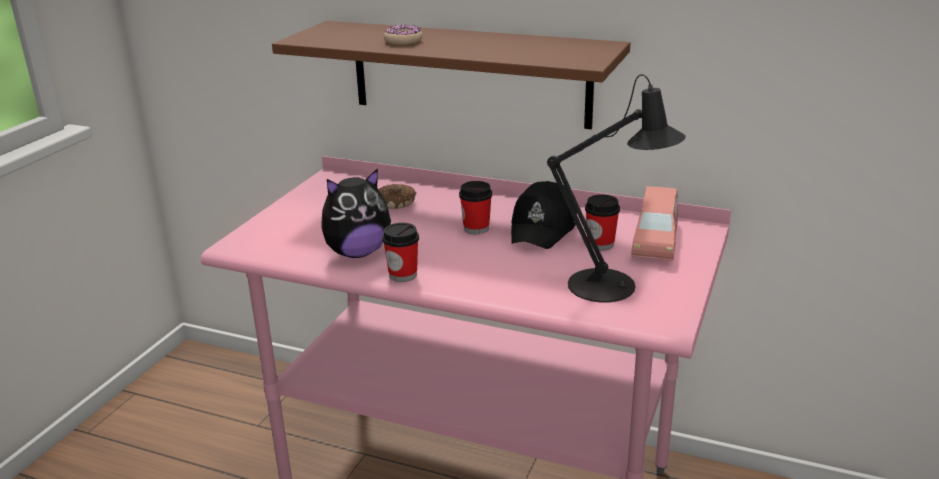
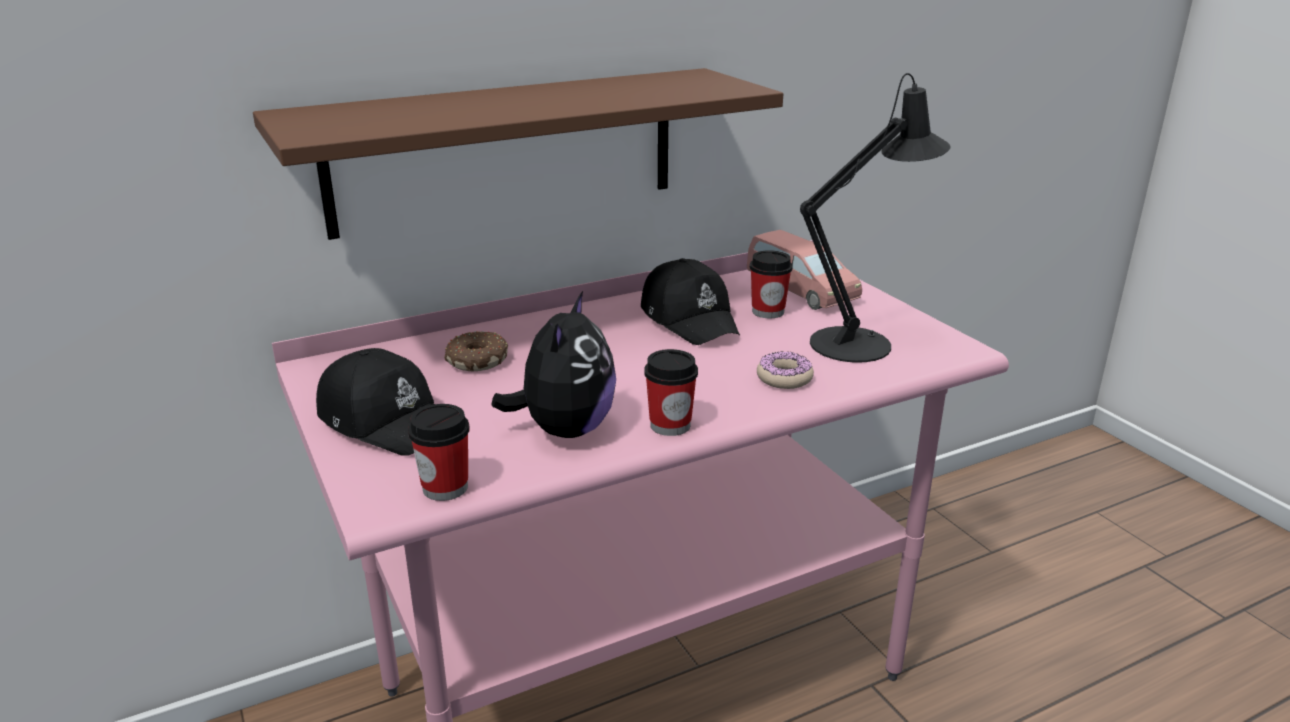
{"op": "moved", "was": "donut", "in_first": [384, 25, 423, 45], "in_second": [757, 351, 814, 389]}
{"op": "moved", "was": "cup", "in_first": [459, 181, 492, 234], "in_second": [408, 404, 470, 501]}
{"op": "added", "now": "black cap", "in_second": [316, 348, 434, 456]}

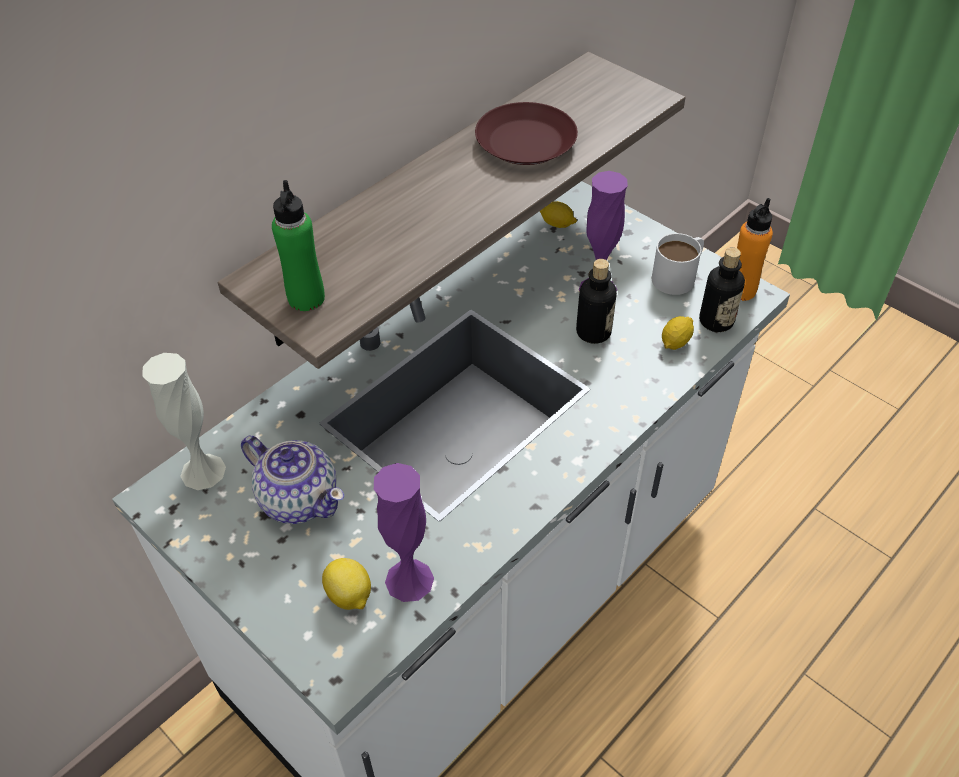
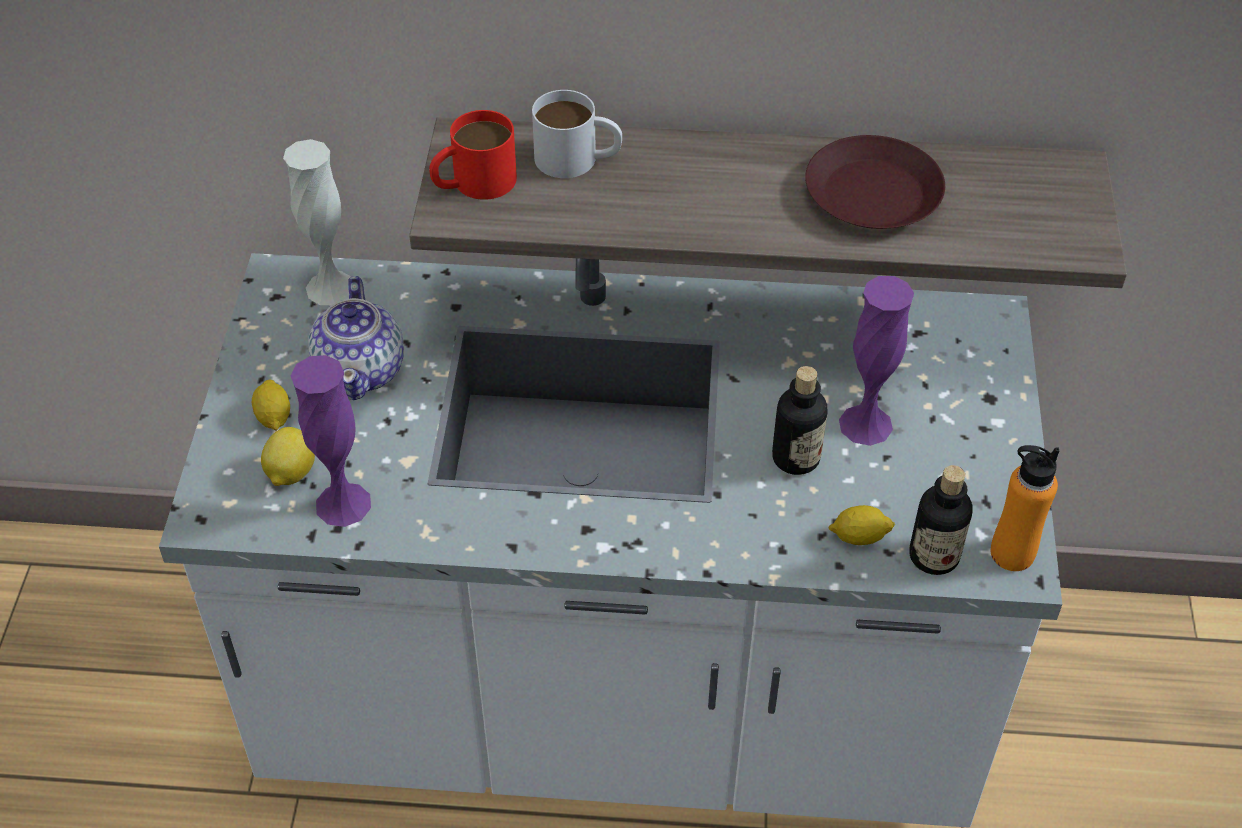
{"op": "replaced", "was": "green bottle", "now": "red mug", "in_first": [272, 180, 325, 311], "in_second": [429, 110, 517, 200]}
{"op": "moved", "was": "lemon", "in_first": [540, 201, 577, 228], "in_second": [252, 380, 290, 431]}
{"op": "moved", "was": "white mug", "in_first": [652, 233, 704, 295], "in_second": [532, 90, 622, 178]}

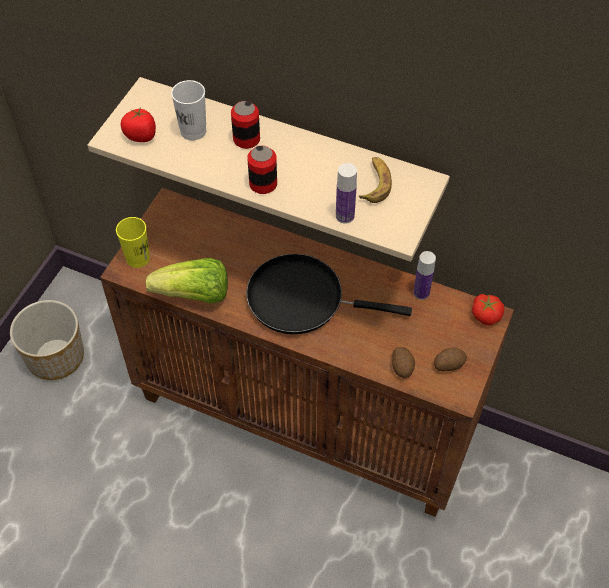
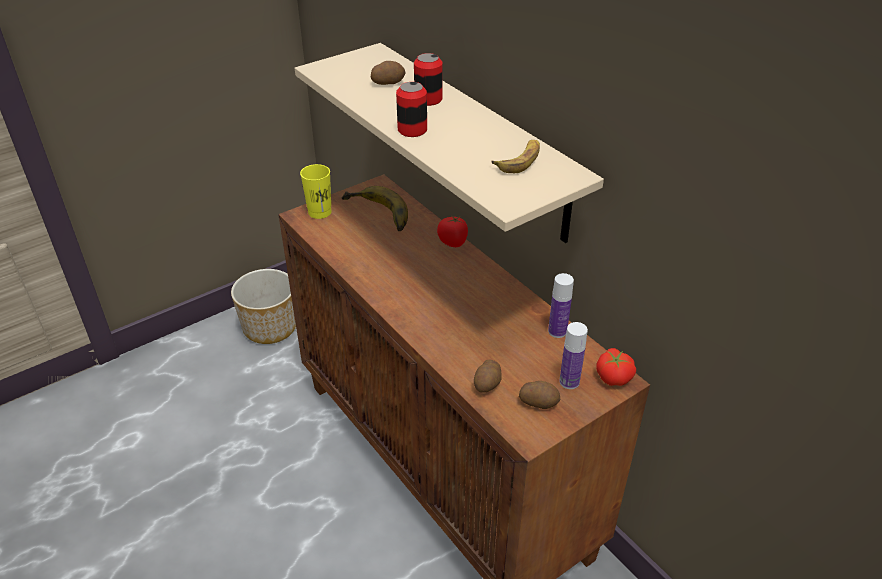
{"op": "replaced", "was": "white cup", "now": "potato", "in_first": [171, 80, 206, 141], "in_second": [371, 61, 405, 85]}
{"op": "moved", "was": "tomato", "in_first": [121, 106, 156, 142], "in_second": [437, 215, 468, 247]}
{"op": "moved", "was": "bottle", "in_first": [336, 163, 357, 224], "in_second": [559, 322, 588, 389]}
{"op": "removed", "was": "black frying pan", "in_first": [246, 254, 412, 334]}
{"op": "removed", "was": "lettuce", "in_first": [146, 258, 228, 304]}
{"op": "added", "now": "banana", "in_second": [342, 186, 408, 231]}

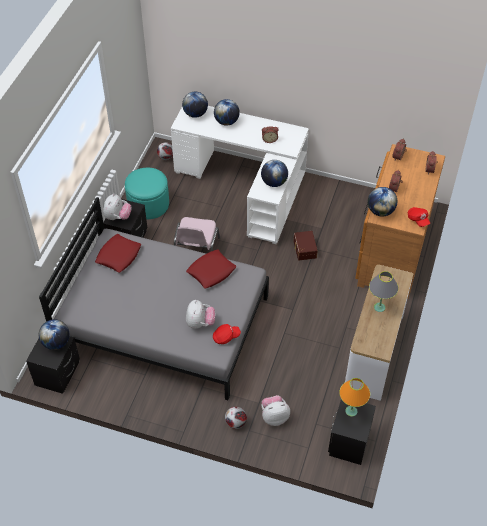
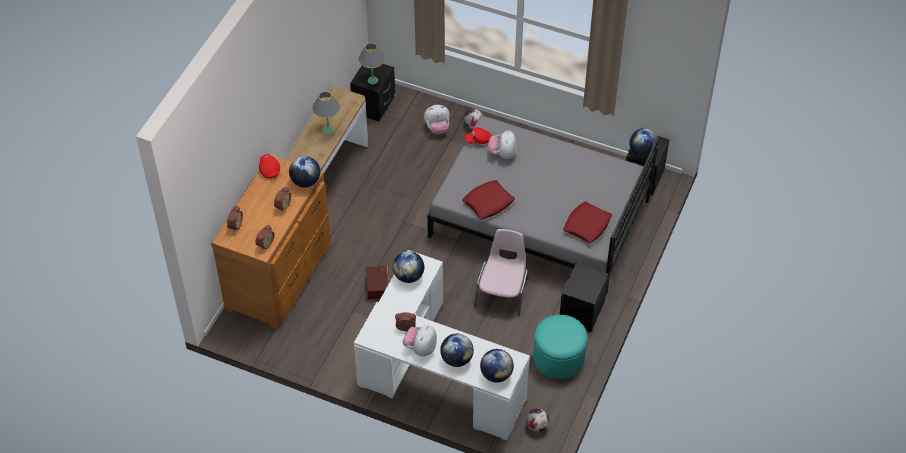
{"op": "moved", "was": "plush toy", "in_first": [103, 194, 132, 220], "in_second": [402, 325, 437, 356]}
{"op": "recoloured", "was": "orange table lamp", "now": "grey table lamp", "in_first": [339, 378, 370, 417], "in_second": [358, 43, 385, 84]}

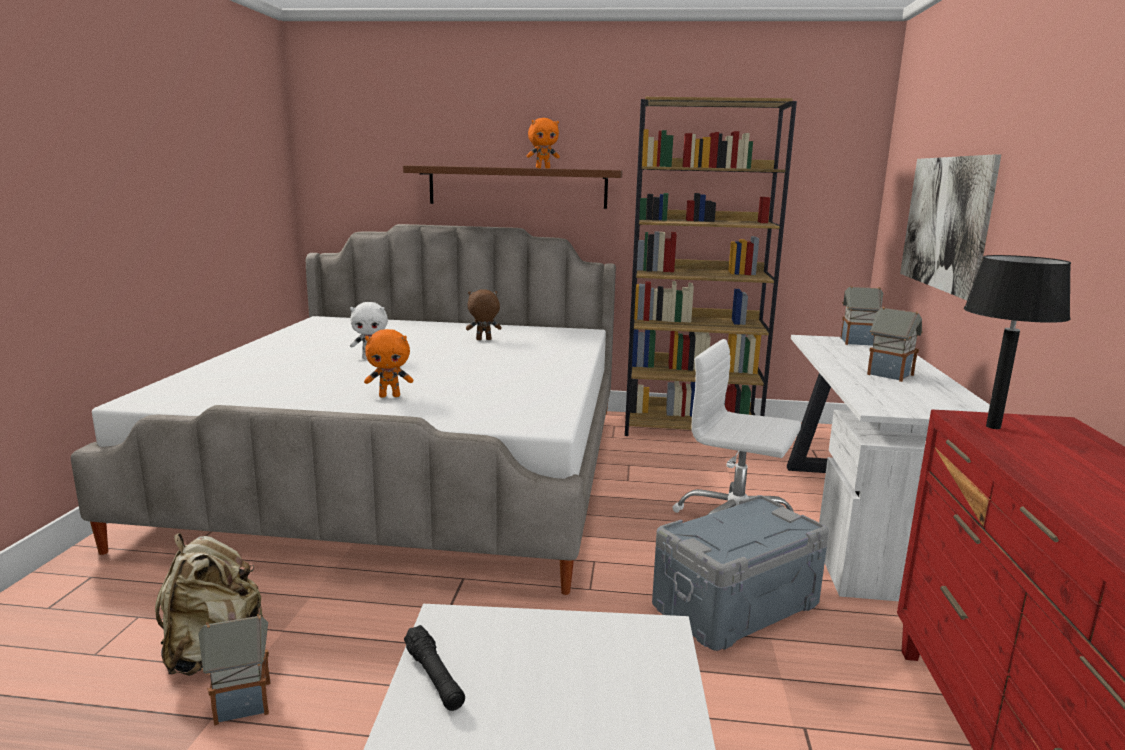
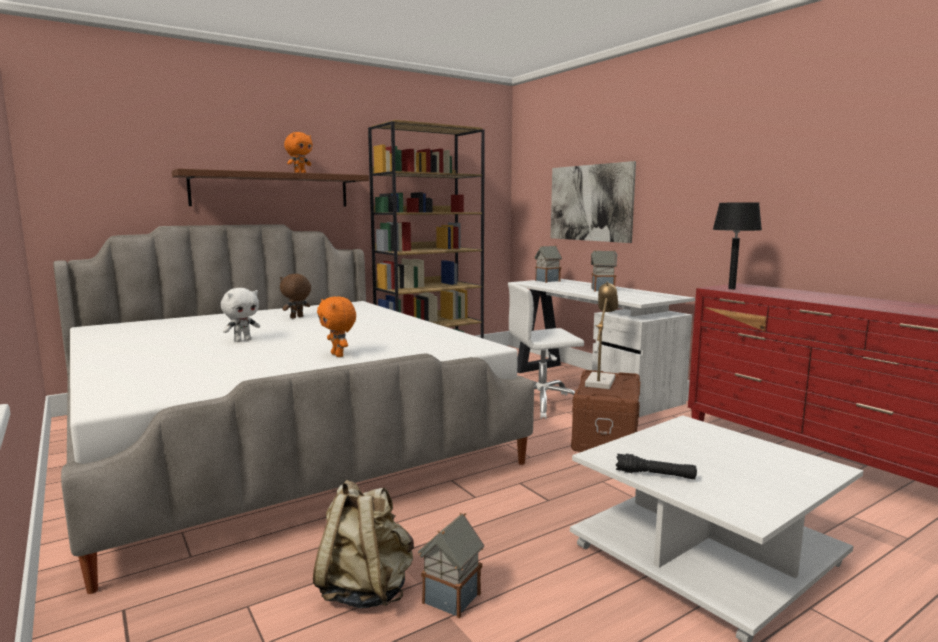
{"op": "turned", "was": "orange plush toy", "in_first": [364, 329, 413, 397], "in_second": [317, 296, 356, 357], "clockwise": 105}
{"op": "recoloured", "was": "grey storage box", "now": "brown storage box", "in_first": [652, 495, 829, 651], "in_second": [571, 370, 640, 452]}
{"op": "added", "now": "table lamp", "in_second": [585, 282, 618, 389]}

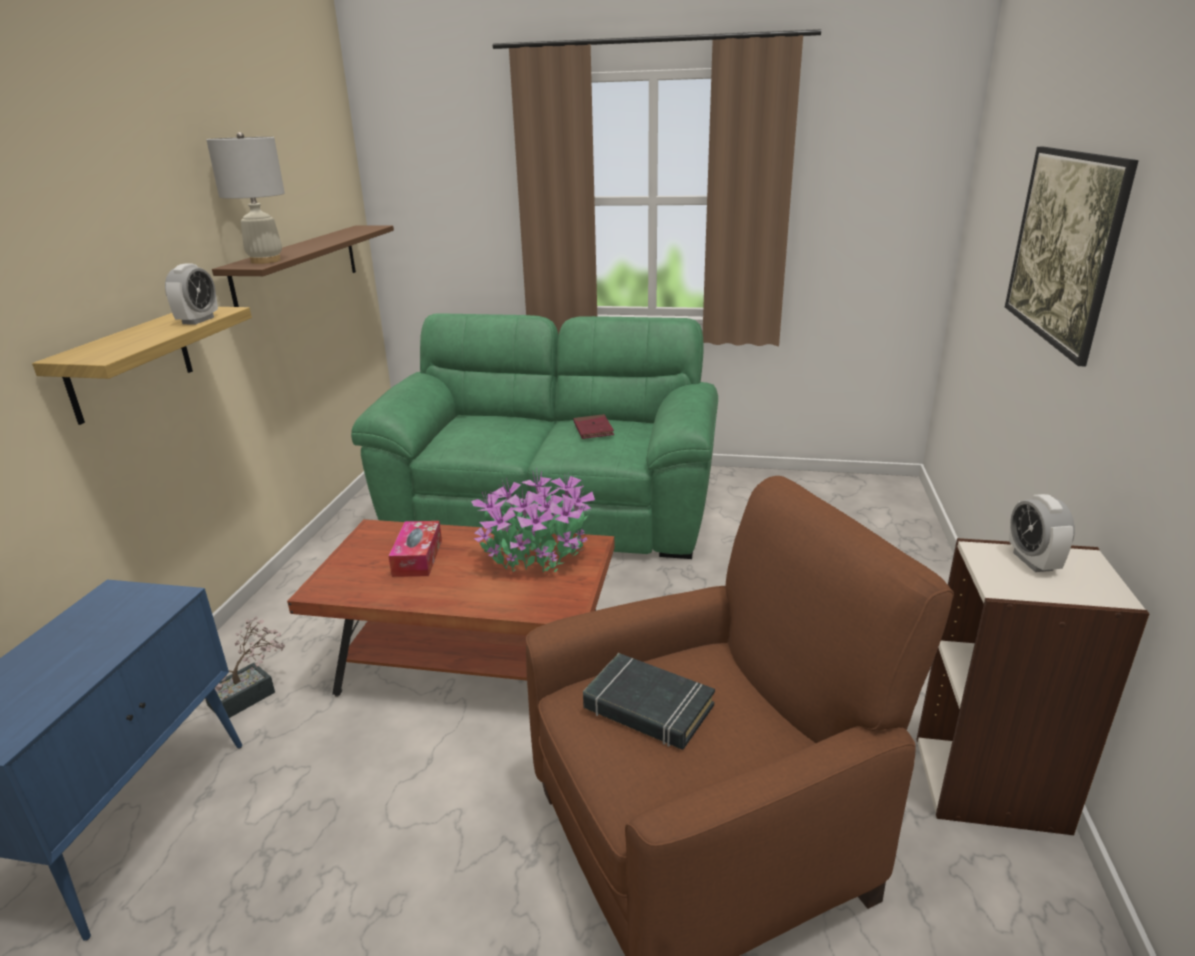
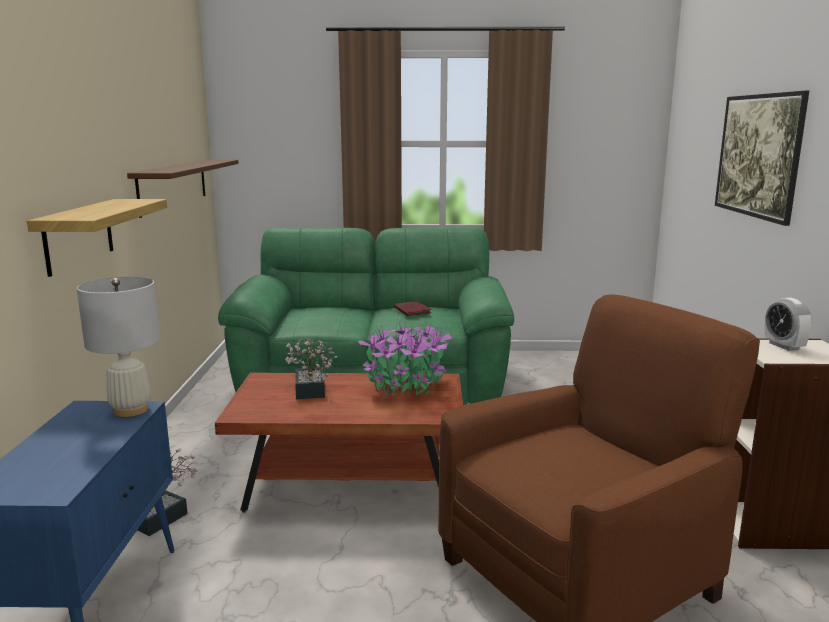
{"op": "moved", "was": "white table lamp", "in_first": [206, 132, 285, 264], "in_second": [77, 277, 160, 417]}
{"op": "removed", "was": "alarm clock", "in_first": [165, 264, 218, 325]}
{"op": "replaced", "was": "tissue box", "now": "potted plant", "in_first": [388, 521, 442, 577], "in_second": [285, 338, 337, 399]}
{"op": "removed", "was": "black book", "in_first": [583, 653, 715, 750]}

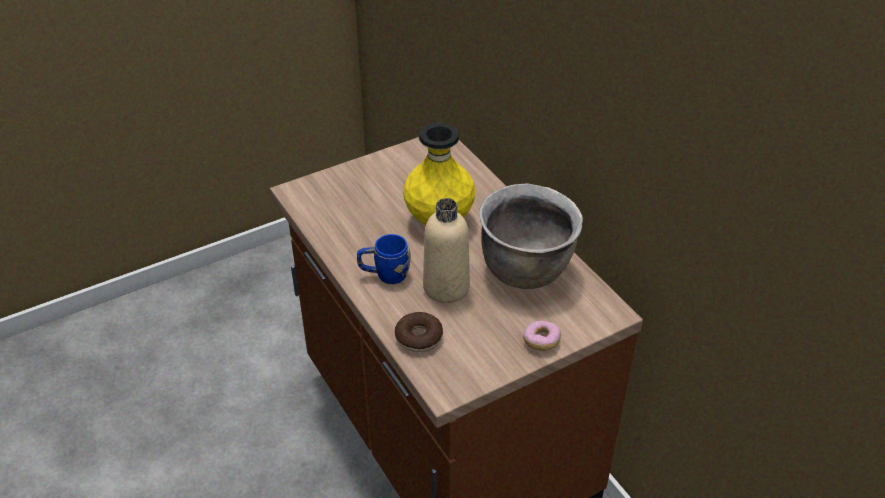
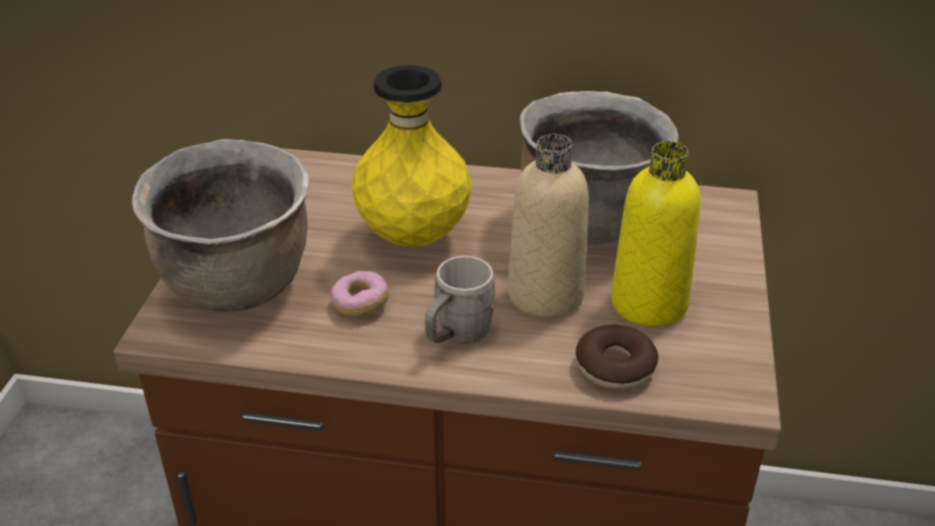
{"op": "recoloured", "was": "blue mug", "now": "grey mug", "in_first": [357, 234, 411, 284], "in_second": [425, 256, 497, 344]}
{"op": "moved", "was": "donut", "in_first": [523, 321, 561, 351], "in_second": [331, 271, 389, 317]}
{"op": "added", "now": "brown cooking pot", "in_second": [132, 139, 309, 312]}
{"op": "added", "now": "yellow bottle", "in_second": [611, 141, 701, 327]}

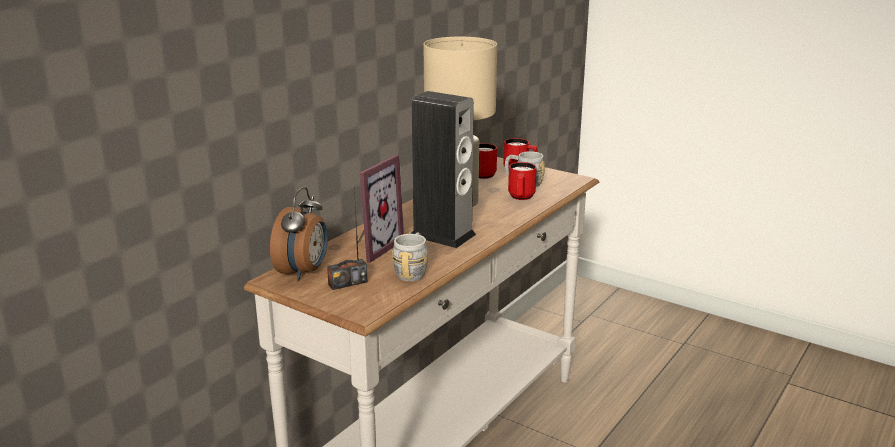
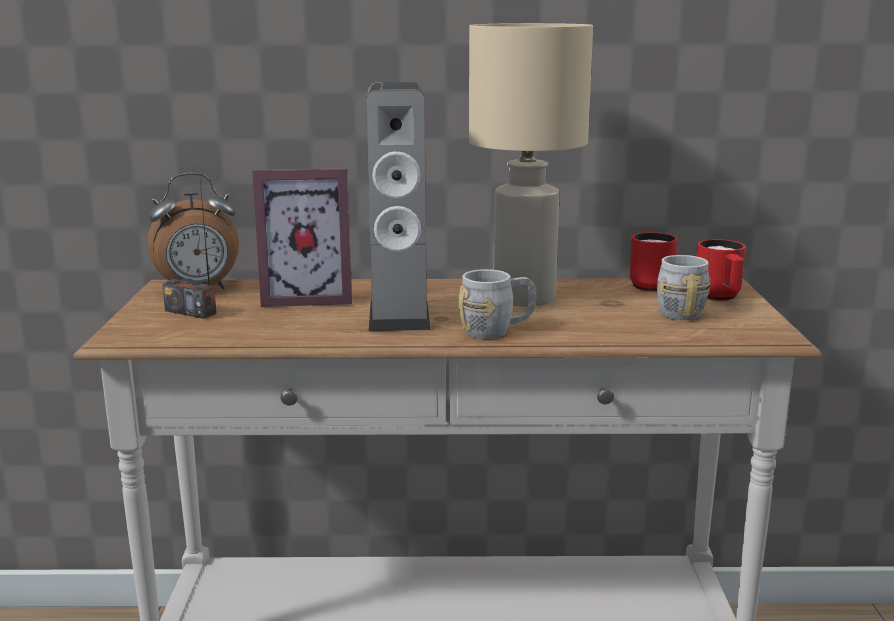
{"op": "removed", "was": "red mug", "in_first": [508, 162, 537, 200]}
{"op": "moved", "was": "grey mug", "in_first": [392, 232, 428, 281], "in_second": [459, 269, 536, 339]}

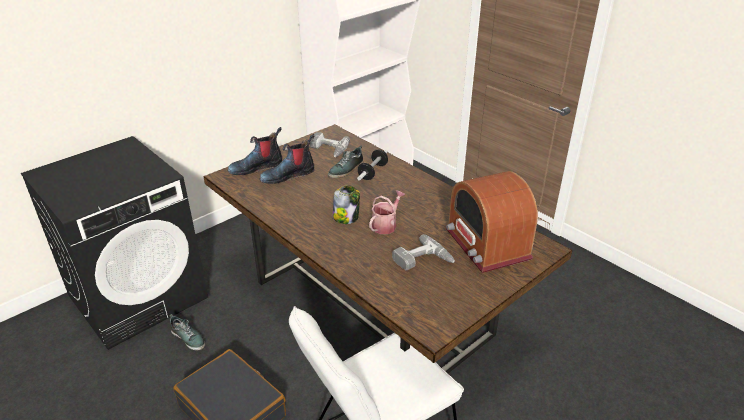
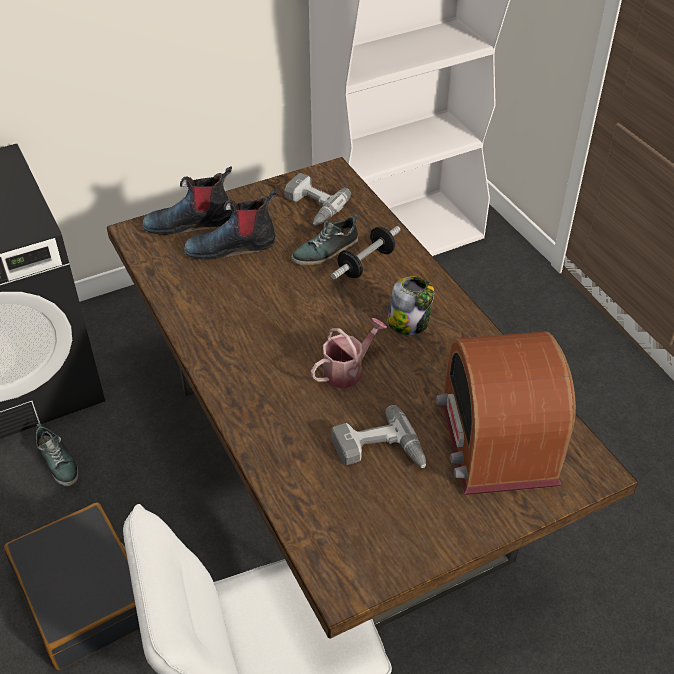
{"op": "moved", "was": "jar", "in_first": [333, 185, 360, 224], "in_second": [388, 276, 434, 335]}

